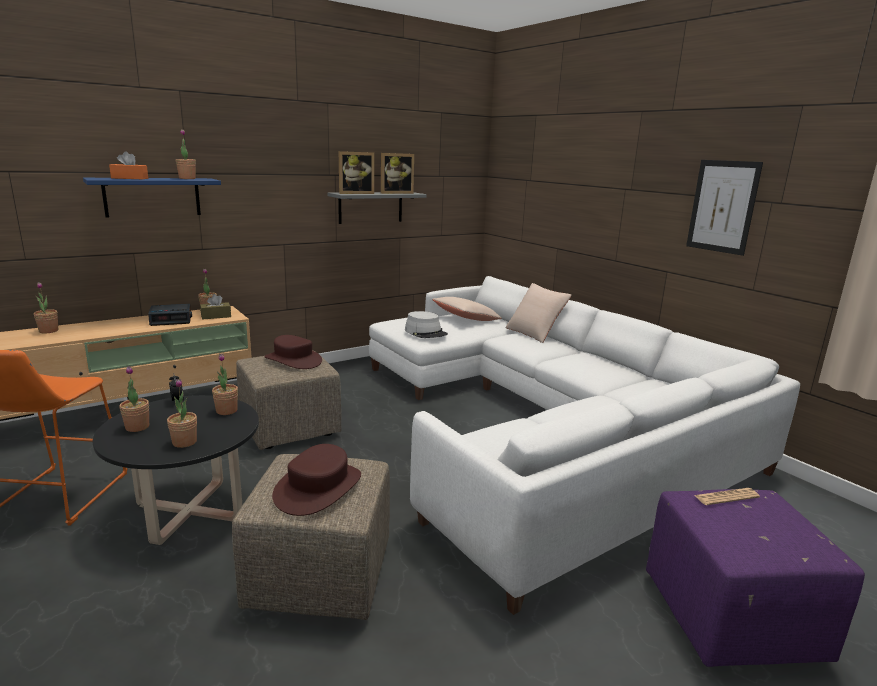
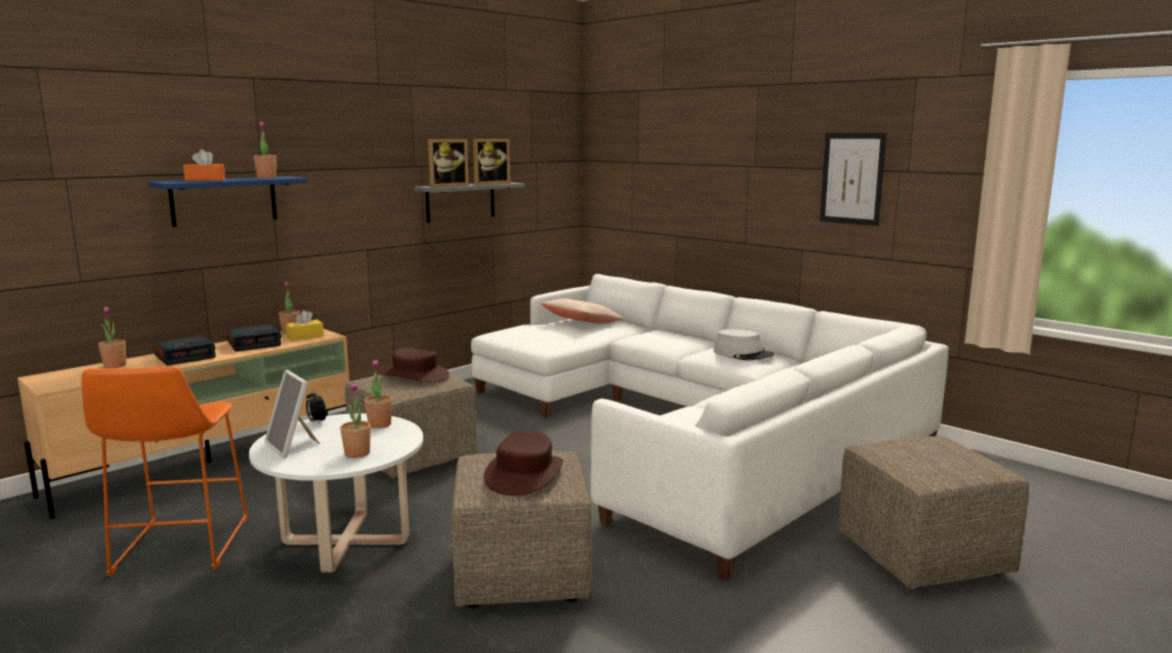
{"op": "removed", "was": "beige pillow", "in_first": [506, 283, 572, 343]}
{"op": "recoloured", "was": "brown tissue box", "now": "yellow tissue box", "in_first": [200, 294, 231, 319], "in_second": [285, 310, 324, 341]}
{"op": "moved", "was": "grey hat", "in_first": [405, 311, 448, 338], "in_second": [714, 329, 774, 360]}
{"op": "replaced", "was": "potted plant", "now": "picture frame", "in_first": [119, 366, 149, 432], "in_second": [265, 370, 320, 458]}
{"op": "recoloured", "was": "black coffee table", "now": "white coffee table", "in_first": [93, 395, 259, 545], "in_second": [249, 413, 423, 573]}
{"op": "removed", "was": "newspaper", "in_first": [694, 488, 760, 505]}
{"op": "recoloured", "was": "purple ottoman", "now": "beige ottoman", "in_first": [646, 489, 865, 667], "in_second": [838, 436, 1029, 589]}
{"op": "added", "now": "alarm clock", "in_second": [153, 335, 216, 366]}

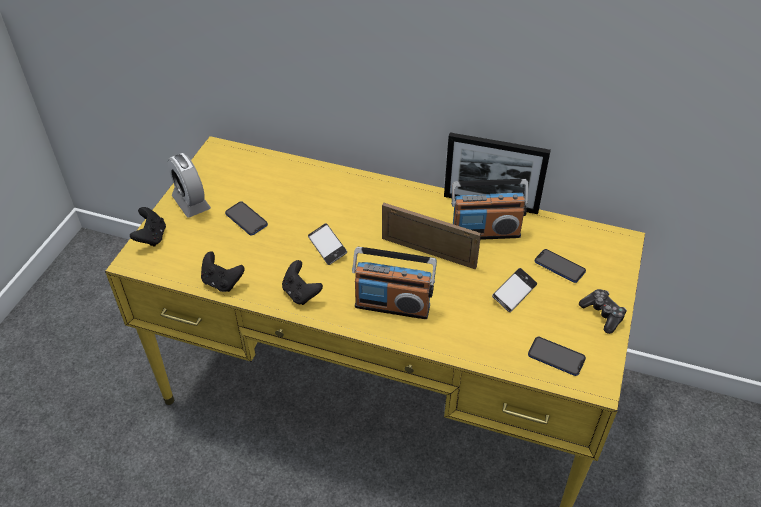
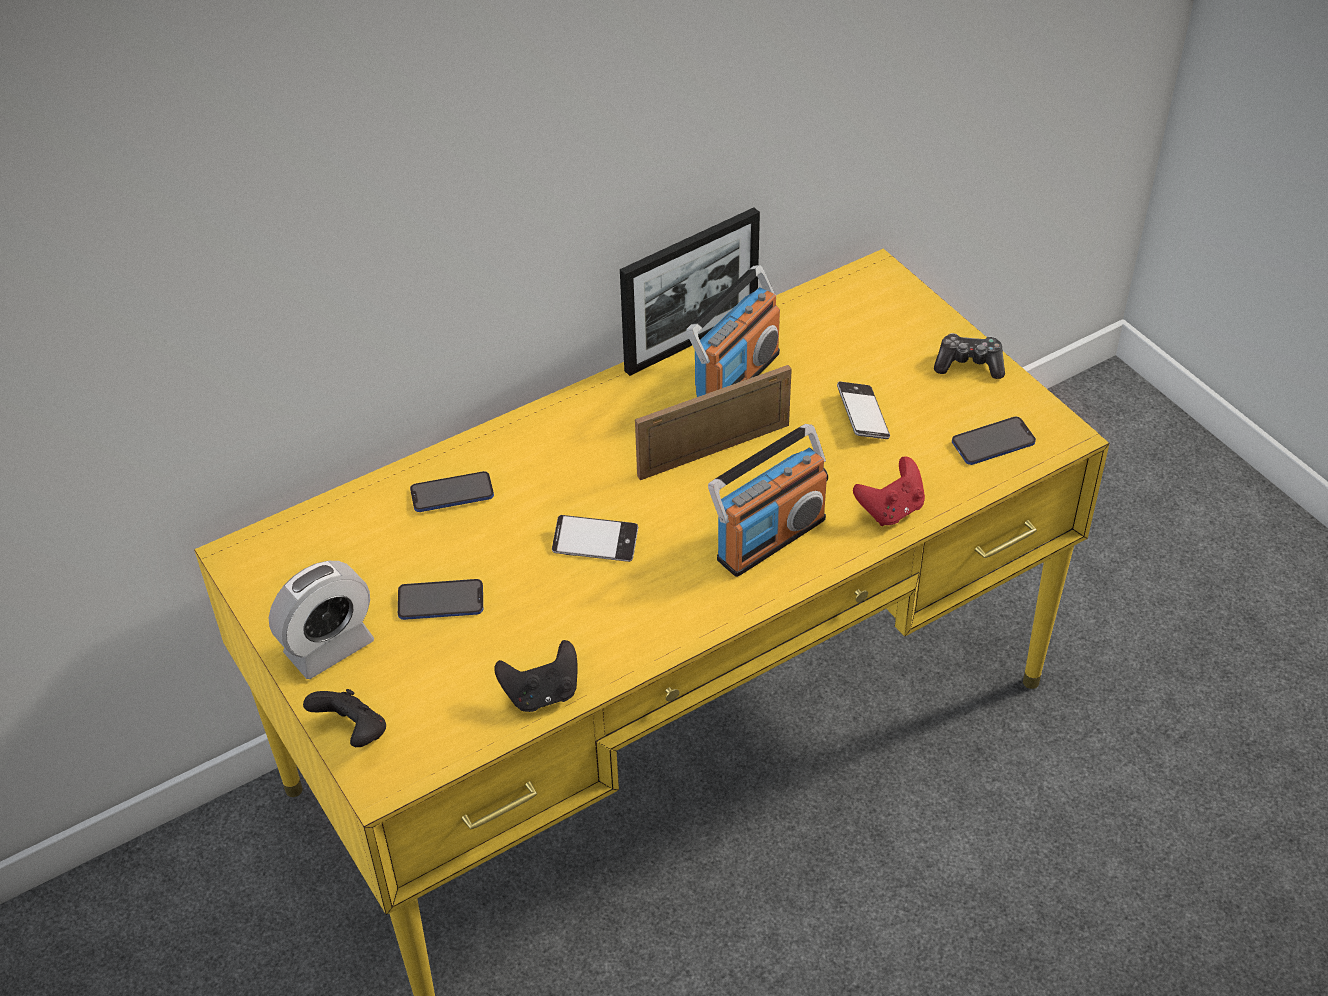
{"op": "turned", "was": "alarm clock", "in_first": [168, 153, 211, 218], "in_second": [269, 561, 374, 679], "clockwise": -45}
{"op": "moved", "was": "phone", "in_first": [535, 249, 586, 283], "in_second": [410, 471, 494, 512]}
{"op": "removed", "was": "black game controller", "in_first": [282, 260, 323, 305]}
{"op": "added", "now": "red game controller", "in_second": [853, 456, 925, 526]}

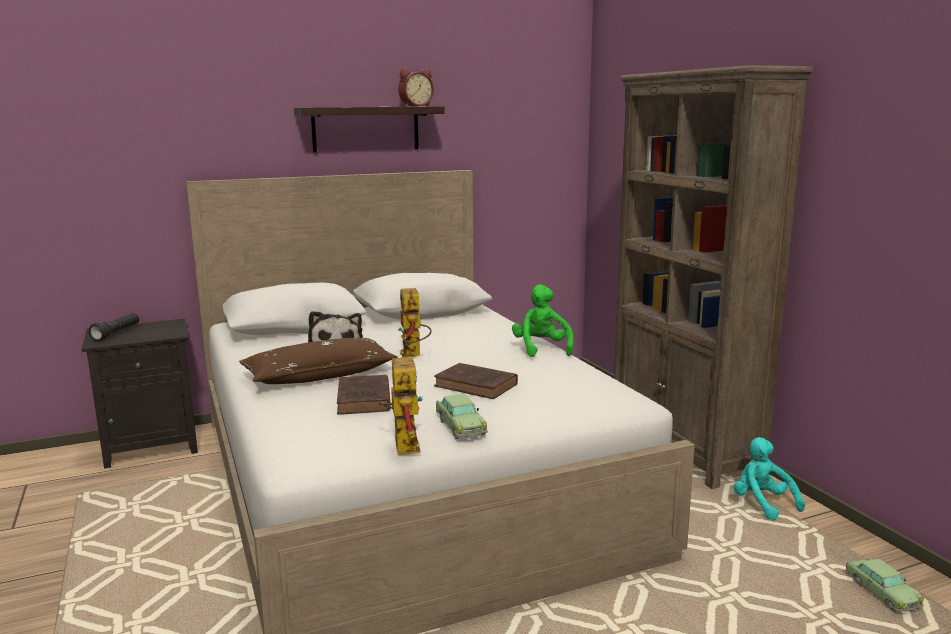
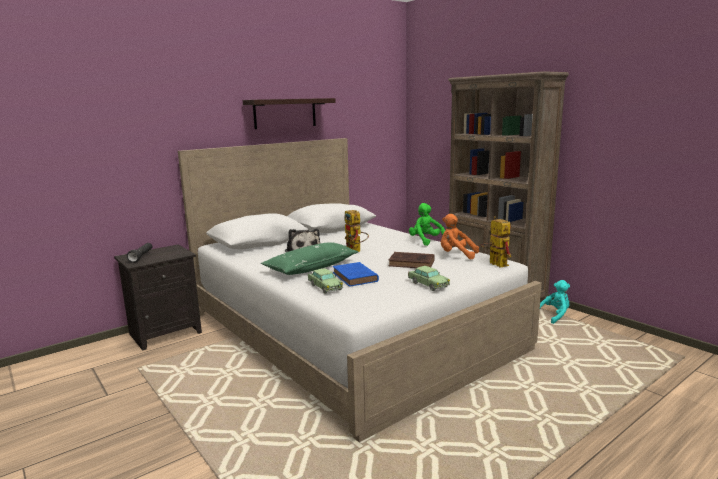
{"op": "removed", "was": "alarm clock", "in_first": [398, 68, 434, 106]}
{"op": "recoloured", "was": "brown pillow", "now": "green pillow", "in_first": [239, 338, 398, 384], "in_second": [261, 242, 358, 275]}
{"op": "moved", "was": "toy robot", "in_first": [379, 351, 422, 455], "in_second": [480, 216, 511, 268]}
{"op": "recoloured", "was": "brown book", "now": "blue book", "in_first": [337, 375, 391, 415], "in_second": [333, 262, 379, 287]}
{"op": "turned", "was": "turquoise plush toy", "in_first": [734, 437, 805, 520], "in_second": [540, 280, 570, 324], "clockwise": 105}
{"op": "moved", "was": "toy car", "in_first": [846, 558, 924, 612], "in_second": [308, 268, 343, 294]}
{"op": "added", "now": "orange plush toy", "in_second": [441, 214, 479, 259]}

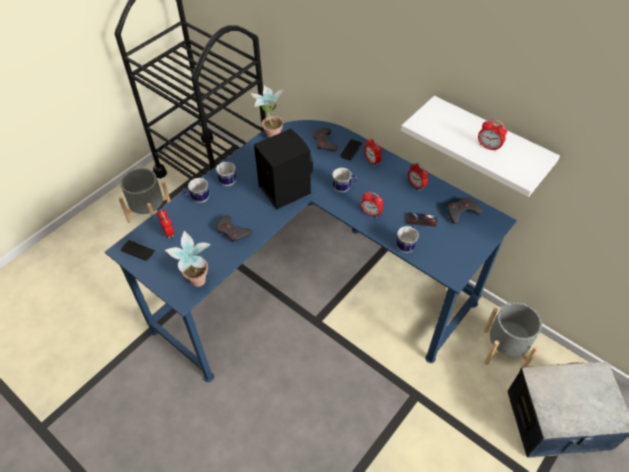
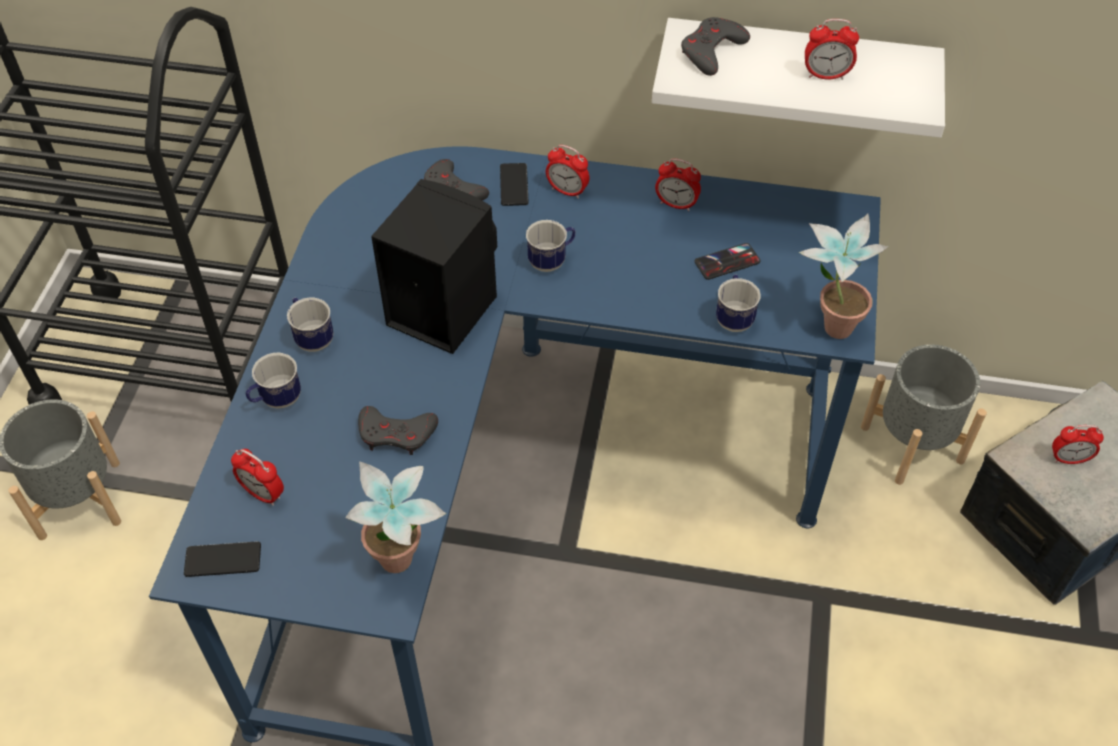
{"op": "moved", "was": "potted plant", "in_first": [250, 86, 284, 138], "in_second": [798, 214, 888, 339]}
{"op": "moved", "was": "alarm clock", "in_first": [361, 192, 383, 218], "in_second": [1052, 425, 1104, 464]}
{"op": "moved", "was": "grey game controller", "in_first": [447, 198, 482, 224], "in_second": [681, 17, 750, 76]}

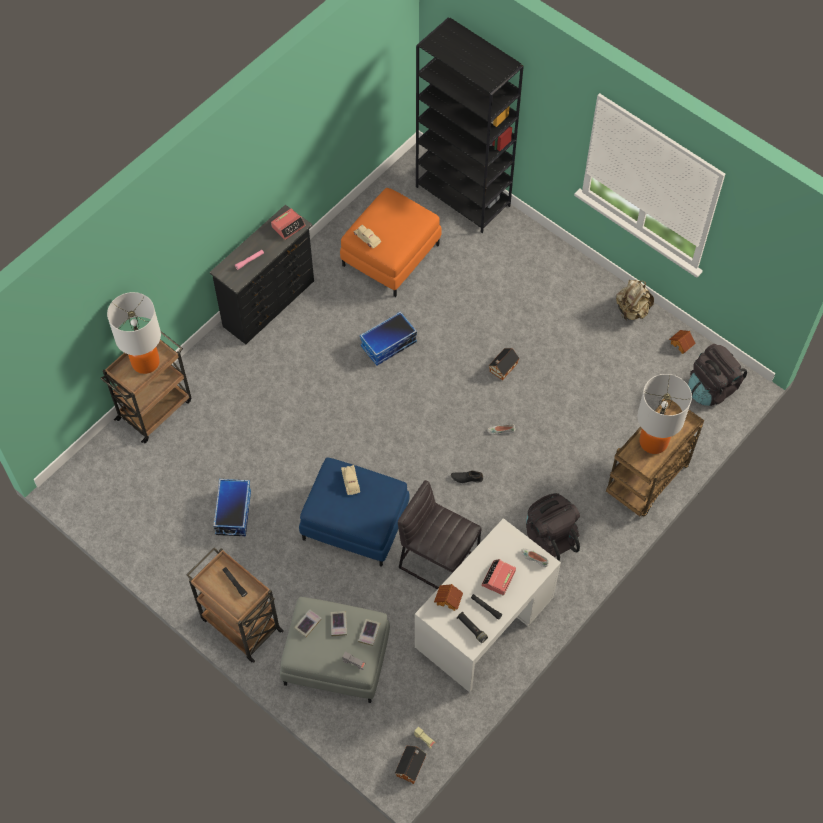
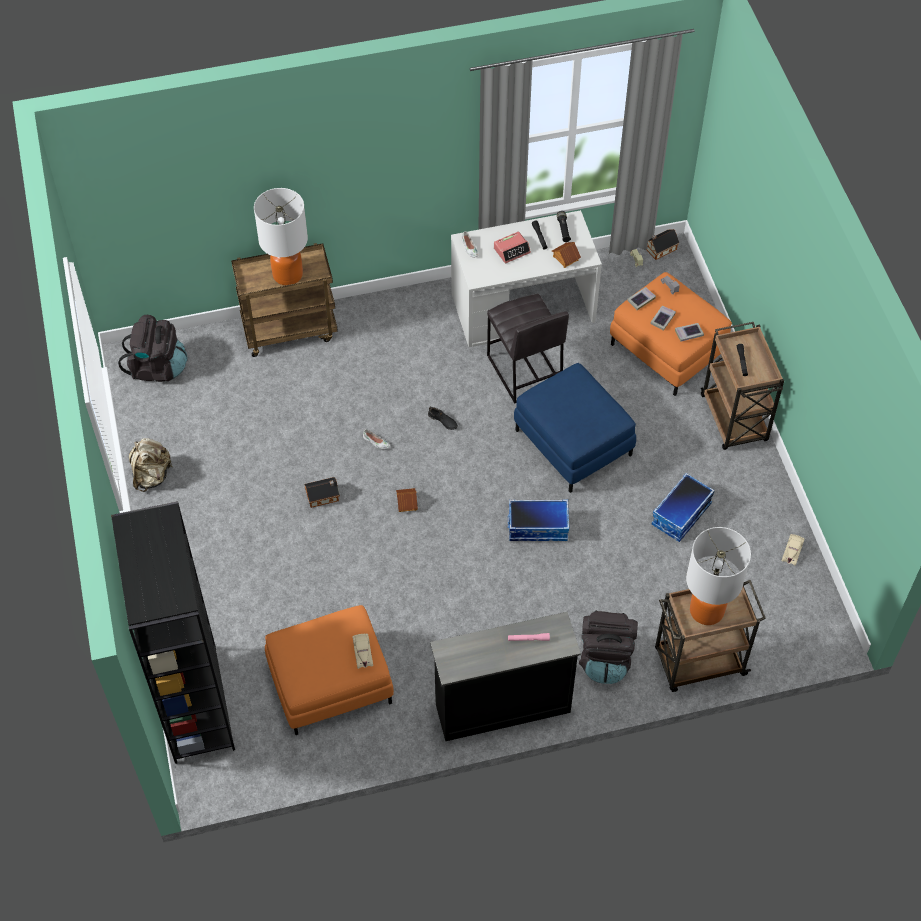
{"op": "removed", "was": "alarm clock", "in_first": [271, 208, 306, 240]}
{"op": "moved", "was": "storage box", "in_first": [360, 311, 417, 366], "in_second": [507, 499, 569, 541]}
{"op": "moved", "was": "toy house", "in_first": [669, 330, 696, 354], "in_second": [396, 488, 418, 512]}
{"op": "moved", "was": "beige toy car", "in_first": [341, 465, 360, 495], "in_second": [782, 534, 805, 565]}
{"op": "moved", "was": "black backpack", "in_first": [526, 493, 580, 561], "in_second": [579, 611, 638, 684]}
{"op": "recoloured", "was": "grey ottoman", "now": "orange ottoman", "in_first": [280, 597, 390, 703], "in_second": [610, 272, 732, 396]}

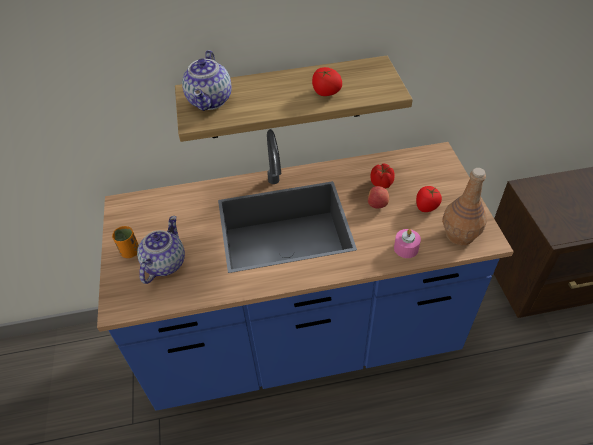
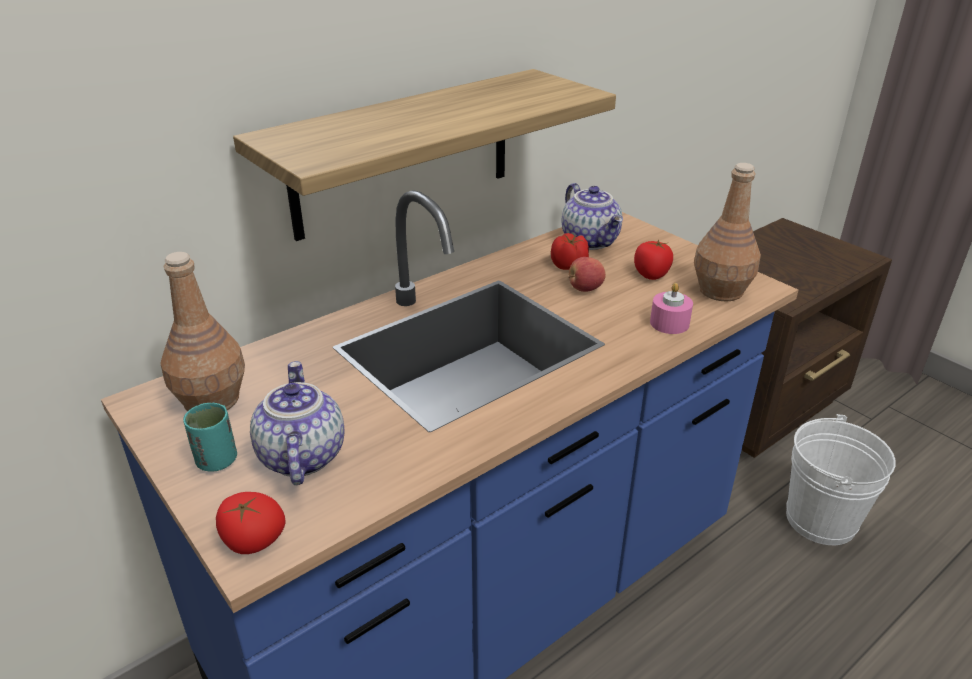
{"op": "moved", "was": "teapot", "in_first": [182, 50, 232, 111], "in_second": [562, 183, 623, 250]}
{"op": "moved", "was": "tomato", "in_first": [312, 67, 342, 96], "in_second": [216, 492, 285, 554]}
{"op": "recoloured", "was": "orange cup", "now": "turquoise cup", "in_first": [112, 226, 139, 258], "in_second": [183, 403, 237, 472]}
{"op": "added", "now": "brown bottle", "in_second": [160, 252, 245, 411]}
{"op": "added", "now": "white bucket", "in_second": [786, 414, 896, 545]}

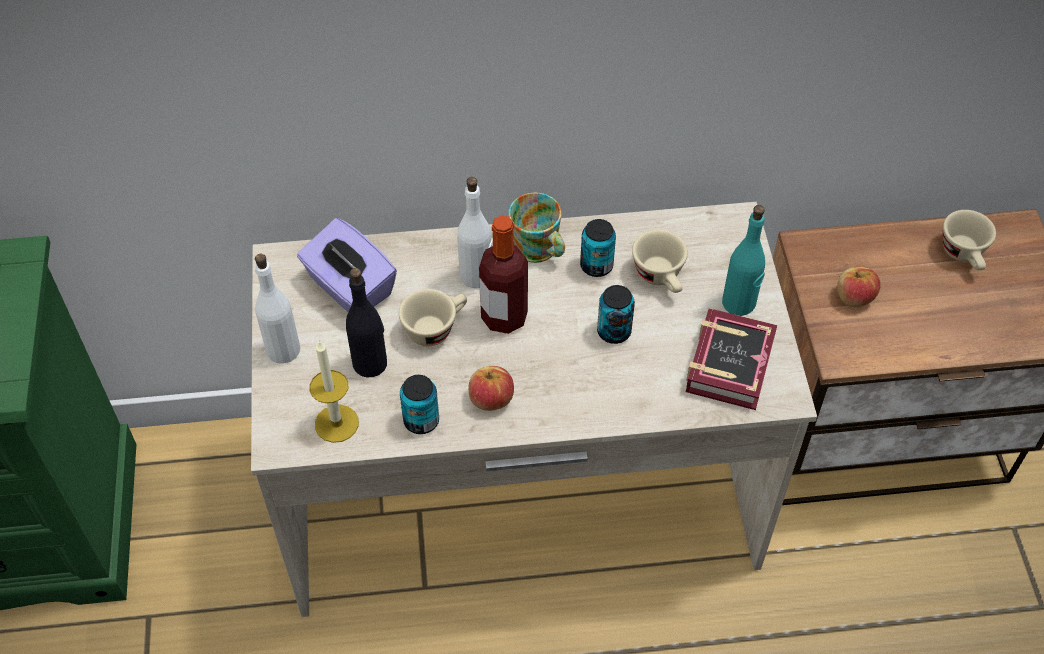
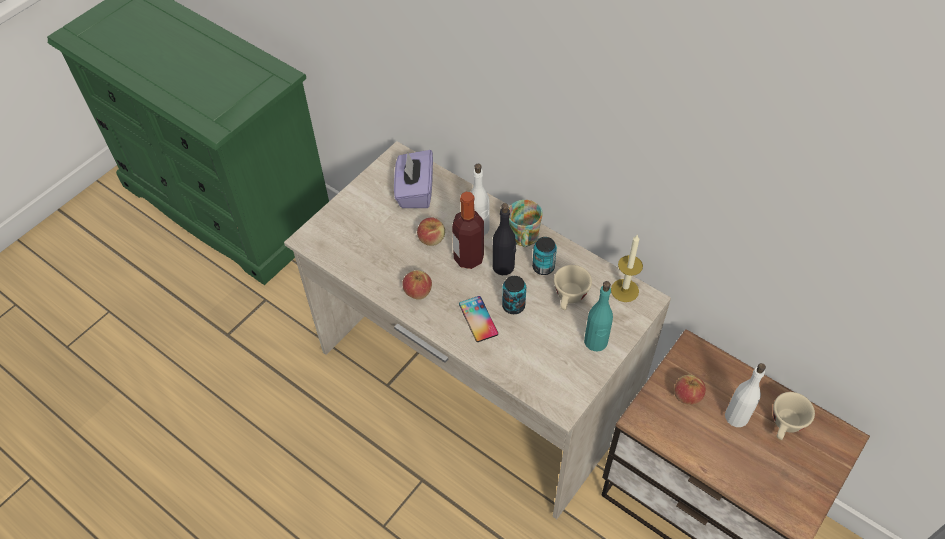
{"op": "moved", "was": "white bottle", "in_first": [255, 254, 300, 363], "in_second": [725, 363, 766, 427]}
{"op": "moved", "was": "black bottle", "in_first": [346, 268, 387, 377], "in_second": [492, 203, 516, 275]}
{"op": "replaced", "was": "beige cup", "now": "apple", "in_first": [399, 289, 467, 346], "in_second": [417, 217, 445, 246]}
{"op": "removed", "was": "book", "in_first": [686, 308, 777, 410]}
{"op": "moved", "was": "candle", "in_first": [310, 340, 359, 443], "in_second": [611, 234, 643, 302]}
{"op": "removed", "was": "can", "in_first": [400, 375, 439, 434]}
{"op": "added", "now": "phone", "in_second": [459, 296, 498, 342]}

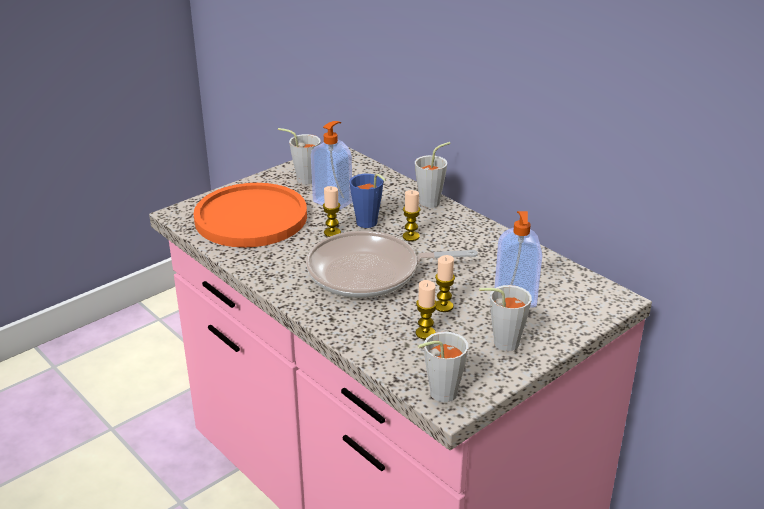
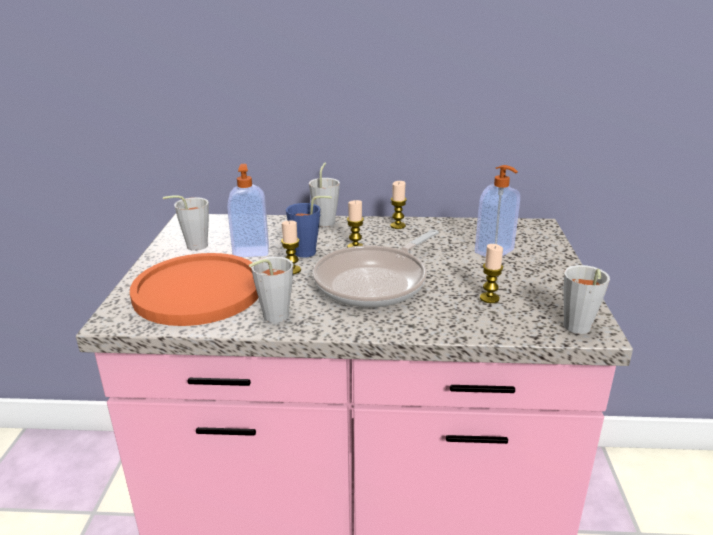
{"op": "moved", "was": "candle", "in_first": [435, 255, 455, 312], "in_second": [390, 181, 407, 229]}
{"op": "moved", "was": "grey cup", "in_first": [479, 285, 532, 351], "in_second": [249, 256, 293, 323]}

